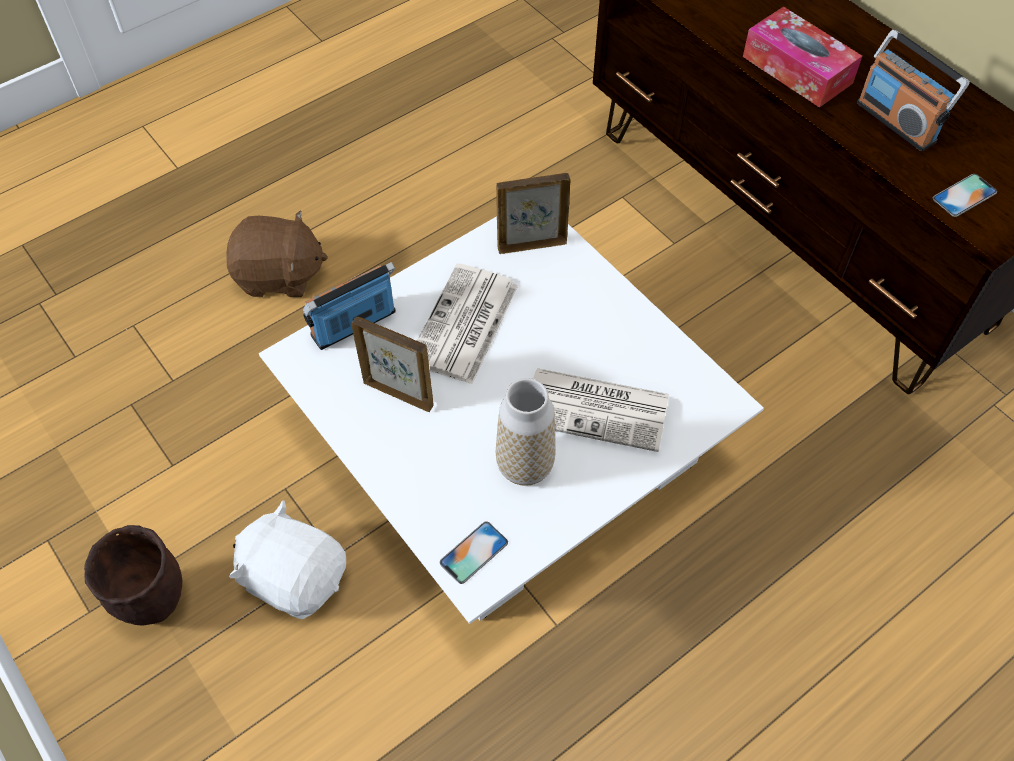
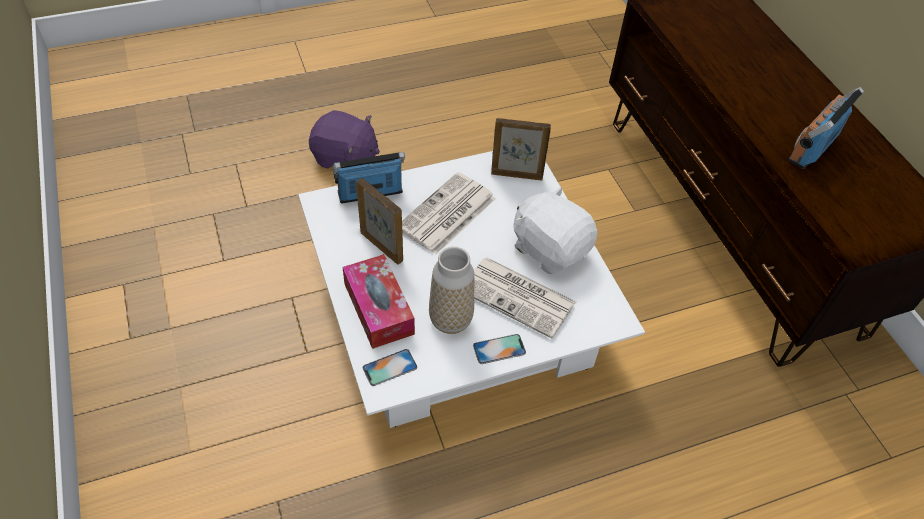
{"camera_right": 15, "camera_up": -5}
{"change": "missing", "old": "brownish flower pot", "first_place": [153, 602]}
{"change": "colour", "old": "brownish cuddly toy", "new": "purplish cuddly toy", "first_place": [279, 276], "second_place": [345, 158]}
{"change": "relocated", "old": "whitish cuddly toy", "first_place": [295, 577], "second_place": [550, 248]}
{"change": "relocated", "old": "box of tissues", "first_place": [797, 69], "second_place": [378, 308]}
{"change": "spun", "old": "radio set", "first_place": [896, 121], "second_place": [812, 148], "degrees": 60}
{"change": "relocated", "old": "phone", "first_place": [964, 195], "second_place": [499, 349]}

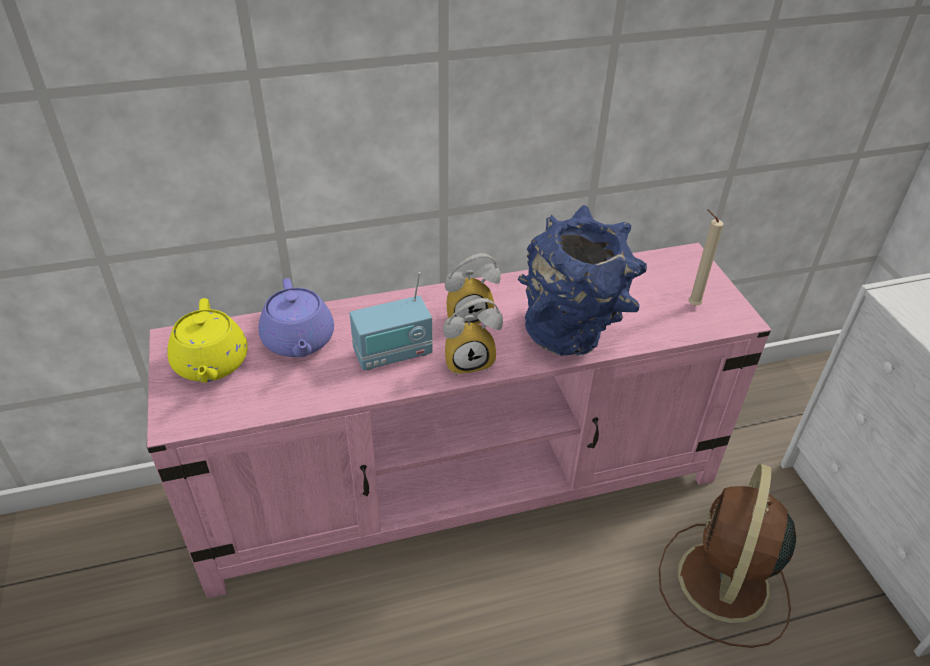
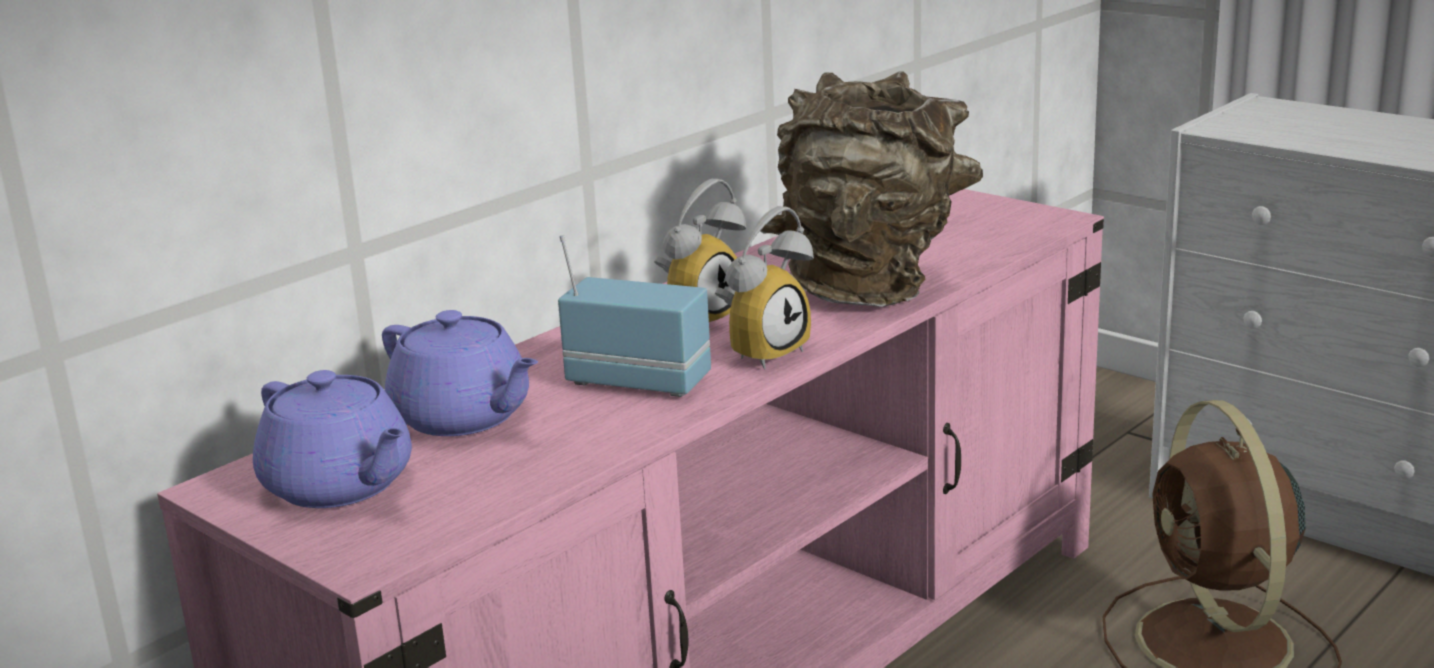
{"camera_right": -30, "camera_up": -20}
{"change": "colour", "old": "yellow teapot", "new": "purplish teapot", "first_place": [211, 364], "second_place": [340, 486]}
{"change": "spun", "old": "radio set", "first_place": [393, 354], "second_place": [639, 381], "degrees": -105}
{"change": "colour", "old": "blue flower vase", "new": "brownish flower vase", "first_place": [573, 334], "second_place": [871, 289]}
{"change": "missing", "old": "beige-coloured wax light", "first_place": [691, 304]}

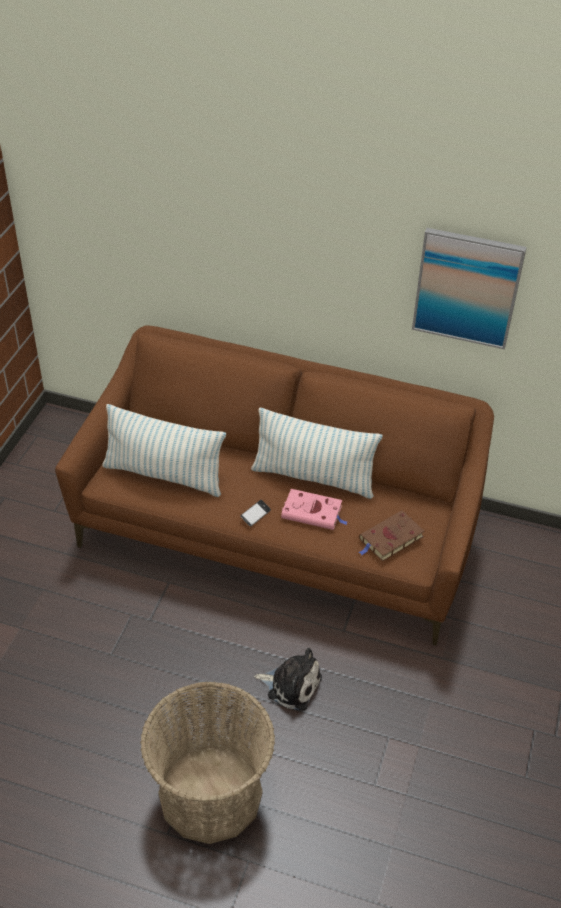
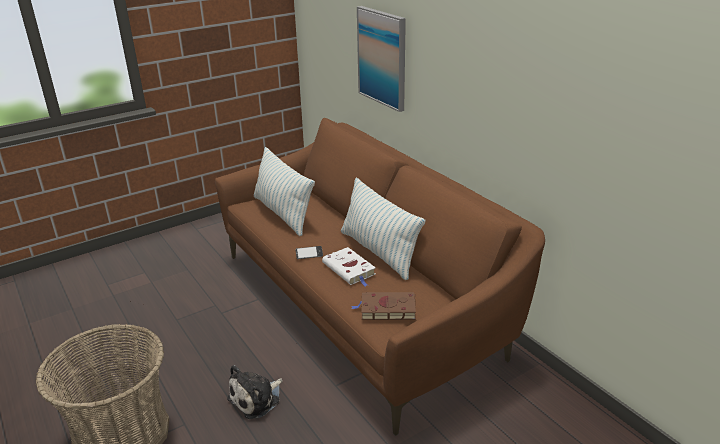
{"camera_right": 40, "camera_up": -15}
{"change": "spun", "old": "cuddly toy", "first_place": [291, 685], "second_place": [257, 399], "degrees": 75}
{"change": "colour", "old": "pink book", "new": "whitish book", "first_place": [313, 513], "second_place": [350, 270]}
{"change": "relocated", "old": "wall art", "first_place": [467, 287], "second_place": [382, 57]}

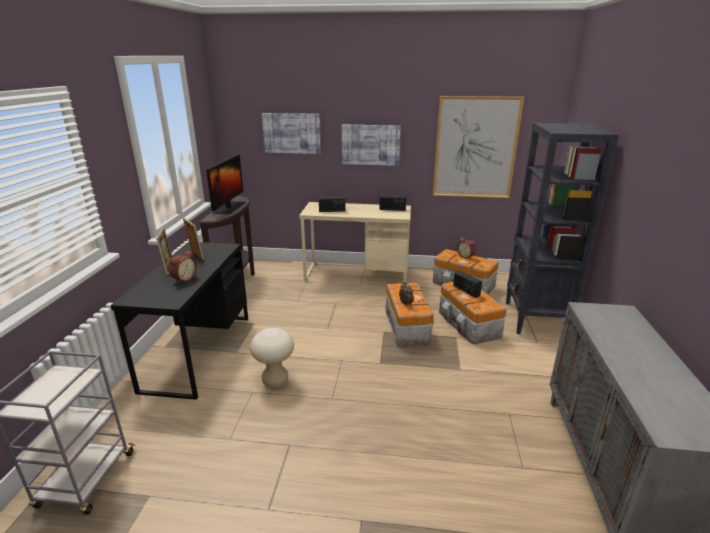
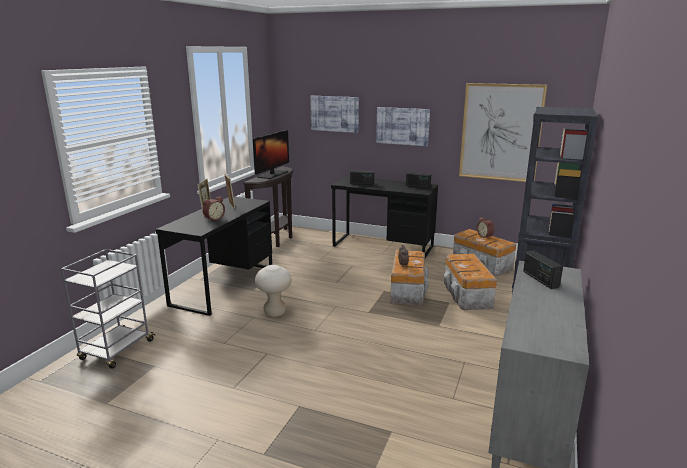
{"camera_right": 15, "camera_up": -5}
{"change": "colour", "old": "beige-coloured desk table", "new": "blackish desk table", "first_place": [357, 274], "second_place": [383, 246]}
{"change": "relocated", "old": "radio set", "first_place": [466, 291], "second_place": [540, 279]}

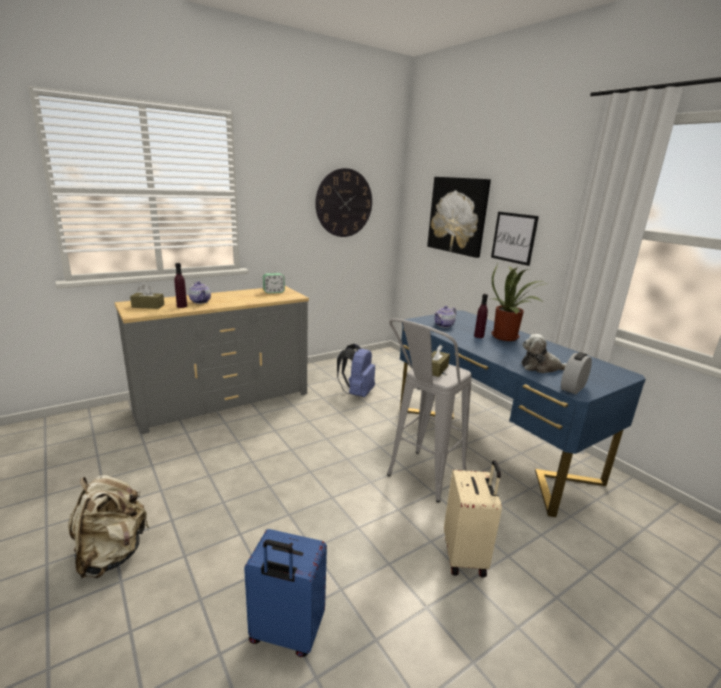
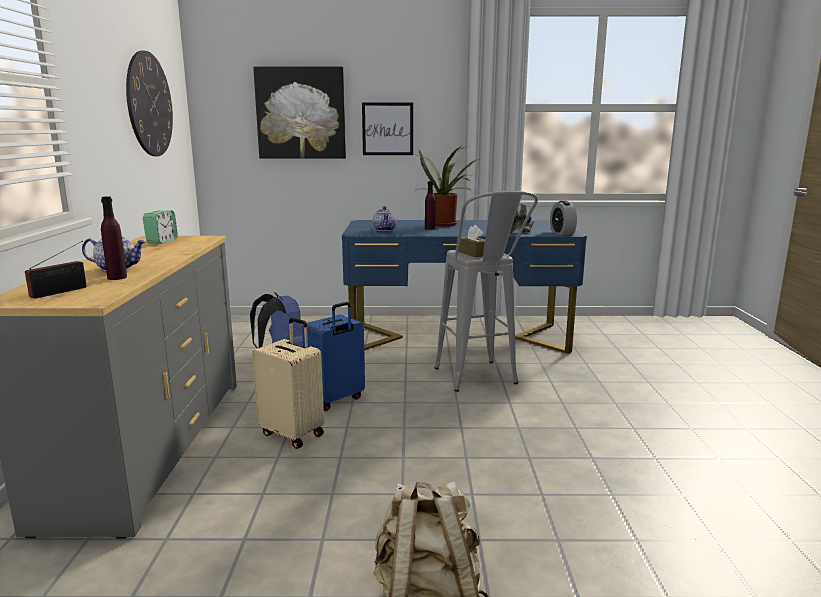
{"camera_right": -55, "camera_up": -5}
{"change": "exchanged", "old": "brownish box of tissues", "new": "radio set", "first_place": [148, 306], "second_place": [62, 291]}
{"change": "relocated", "old": "blue travel case", "first_place": [286, 633], "second_place": [336, 400]}
{"change": "relocated", "old": "beige-coloured travel case", "first_place": [465, 556], "second_place": [293, 434]}

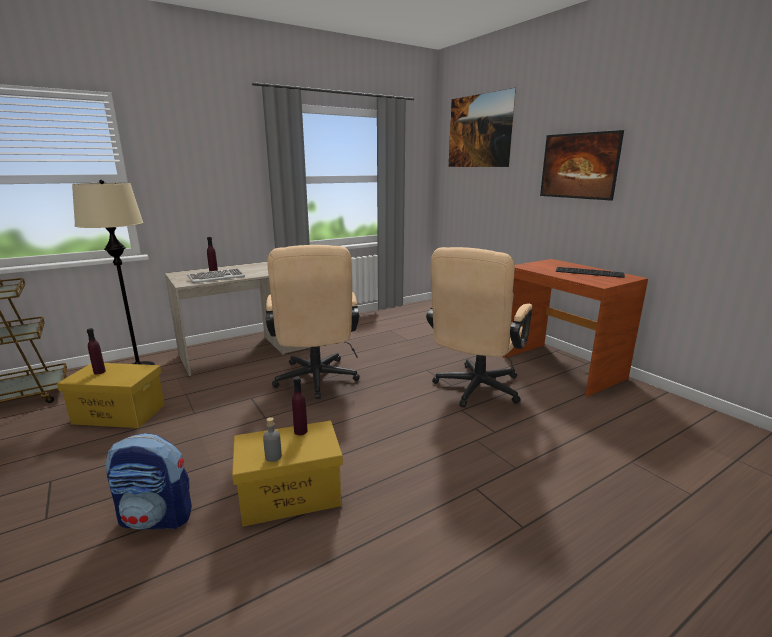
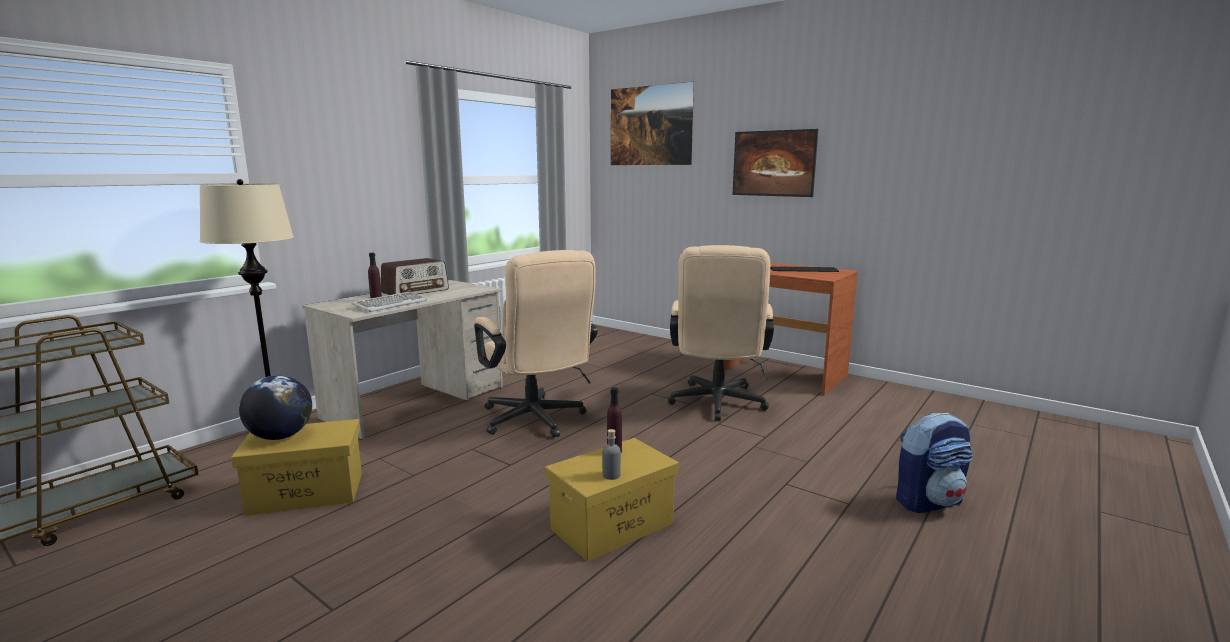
{"camera_right": -20, "camera_up": -5}
{"change": "exchanged", "old": "purplish bottle", "new": "world globe", "first_place": [99, 372], "second_place": [280, 436]}
{"change": "relocated", "old": "rucksack", "first_place": [157, 517], "second_place": [928, 501]}
{"change": "appeared", "new": "radio set", "second_place": [416, 291]}

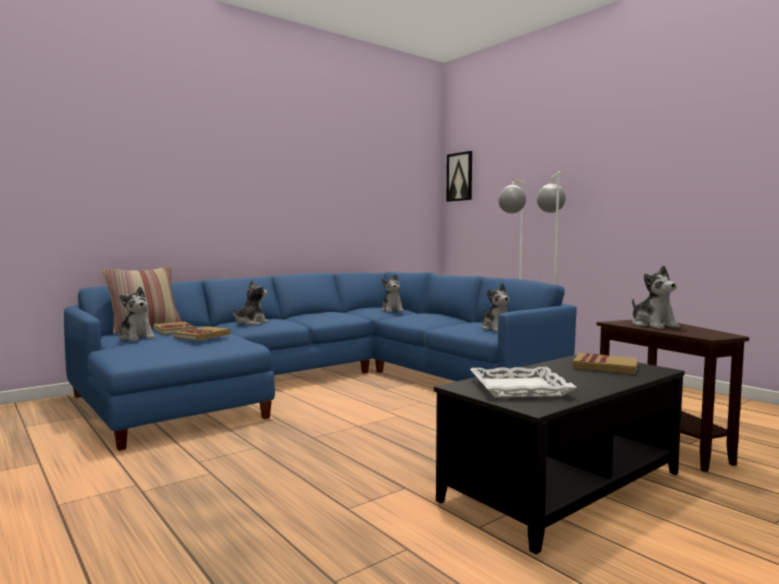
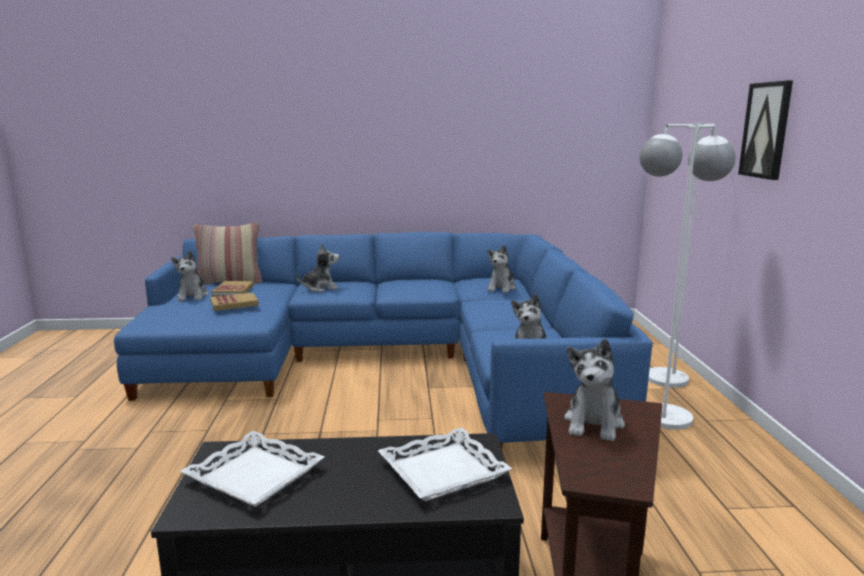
{"camera_right": 35, "camera_up": 10}
{"change": "relocated", "old": "wall art", "first_place": [460, 177], "second_place": [766, 130]}
{"change": "exchanged", "old": "book", "new": "whitish carrying tray", "first_place": [605, 366], "second_place": [442, 470]}

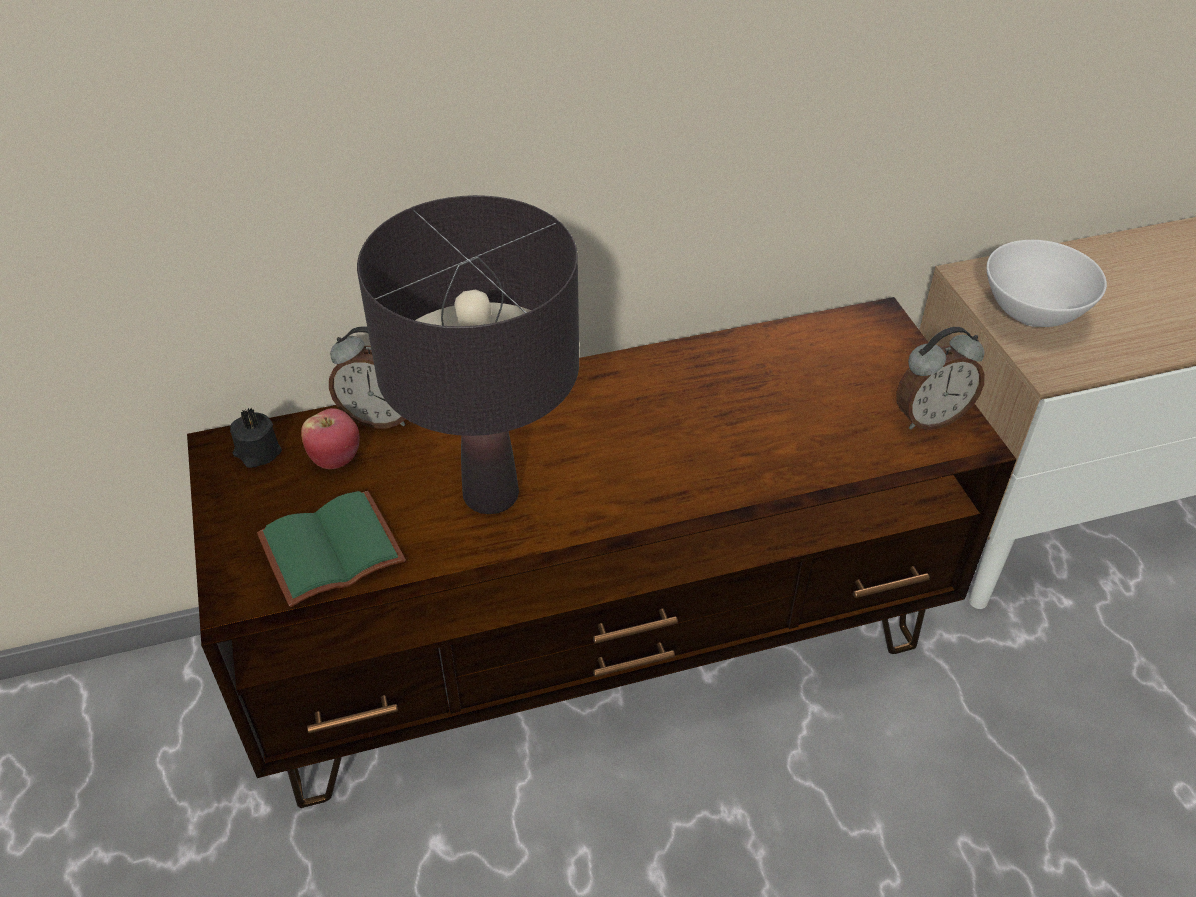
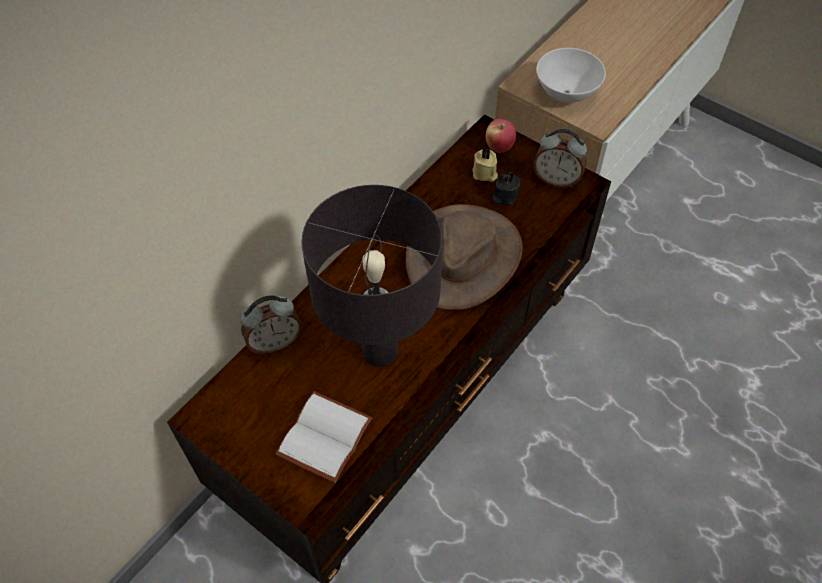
{"camera_right": -35, "camera_up": 10}
{"change": "relocated", "old": "blackish wax light", "first_place": [257, 452], "second_place": [504, 196]}
{"change": "colour", "old": "green-coloured book", "new": "whitish book", "first_place": [330, 553], "second_place": [326, 439]}
{"change": "relocated", "old": "apple fruit", "first_place": [336, 459], "second_place": [499, 147]}
{"change": "spun", "old": "alarm clock", "first_place": [929, 417], "second_place": [556, 179], "degrees": 75}
{"change": "appeared", "new": "brownish hat", "second_place": [463, 257]}
{"change": "appeared", "new": "beige-coloured wax light", "second_place": [485, 174]}

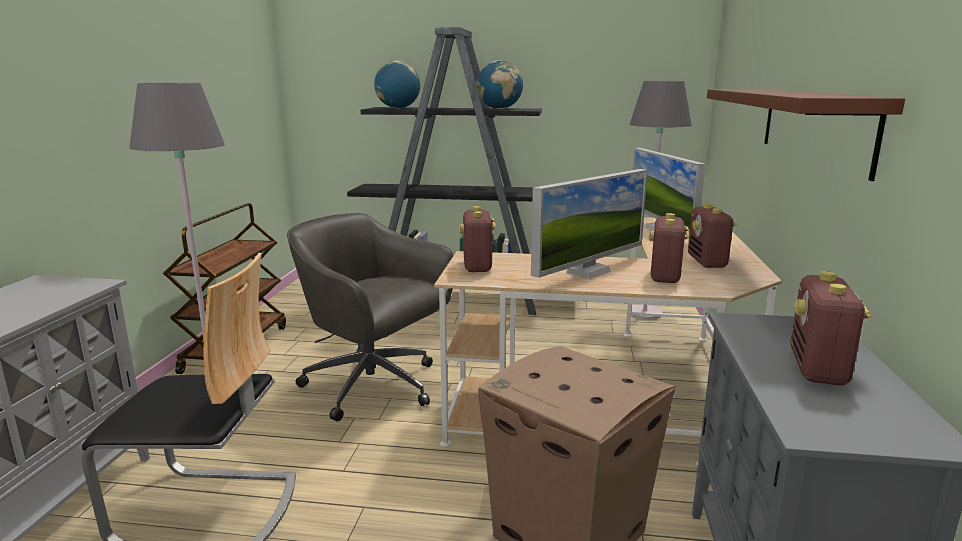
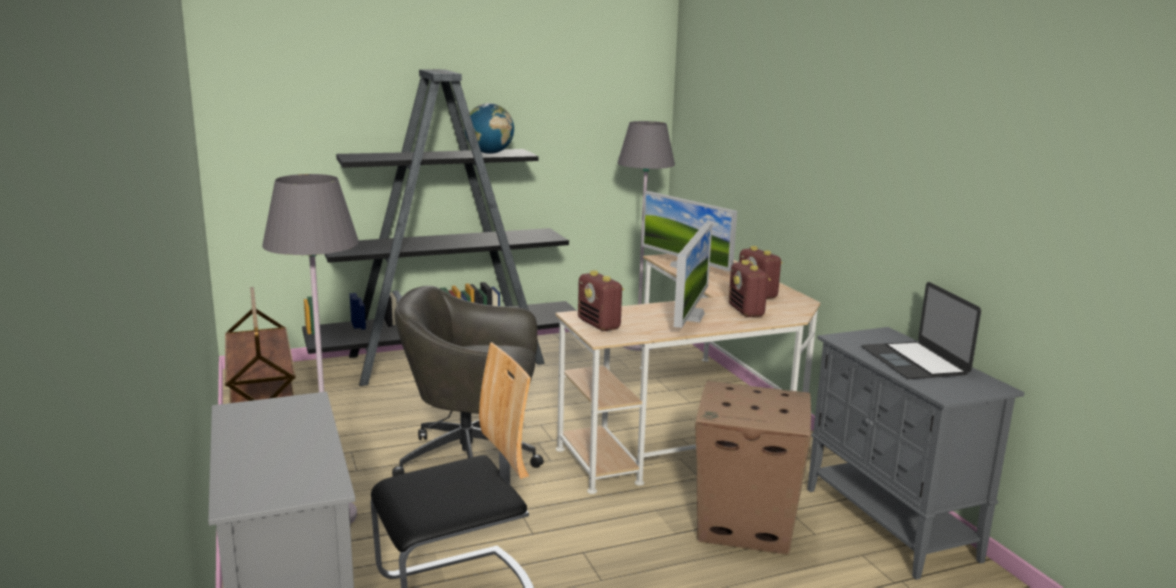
{"camera_right": -30, "camera_up": 0}
{"change": "missing", "old": "world globe", "first_place": [398, 108]}
{"change": "missing", "old": "brownish shelf", "first_place": [813, 125]}
{"change": "exchanged", "old": "radio set", "new": "notebook computer", "first_place": [818, 369], "second_place": [914, 361]}

